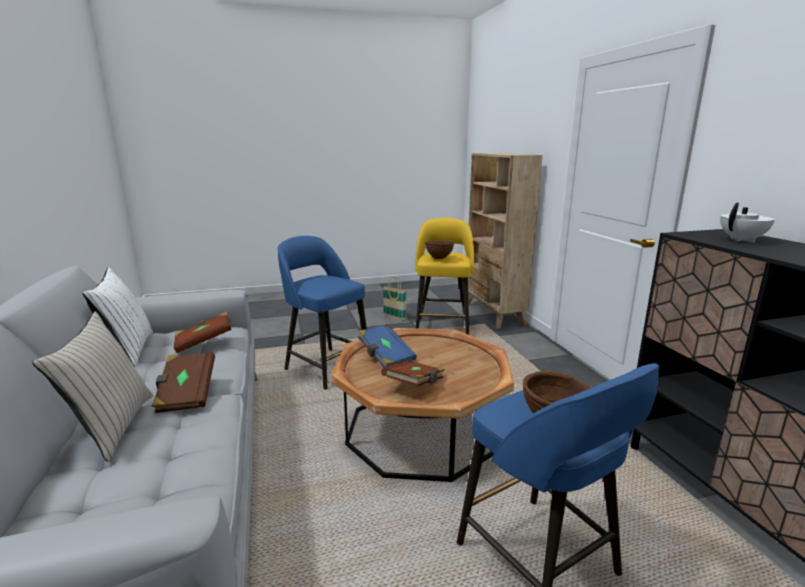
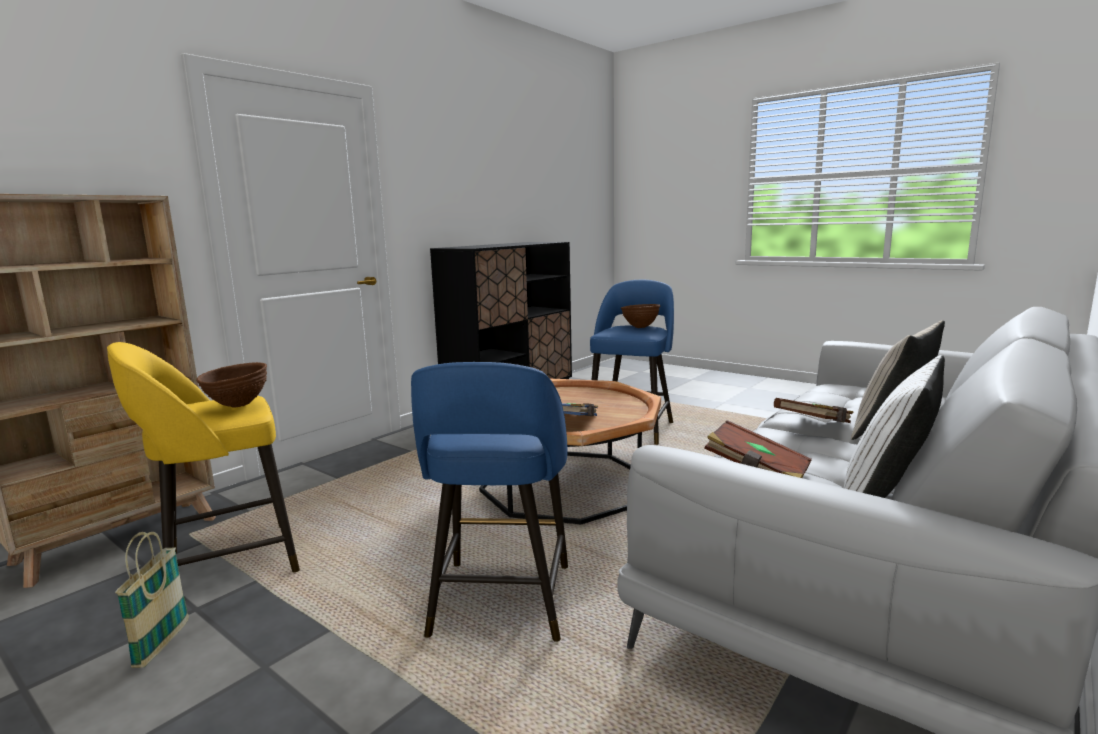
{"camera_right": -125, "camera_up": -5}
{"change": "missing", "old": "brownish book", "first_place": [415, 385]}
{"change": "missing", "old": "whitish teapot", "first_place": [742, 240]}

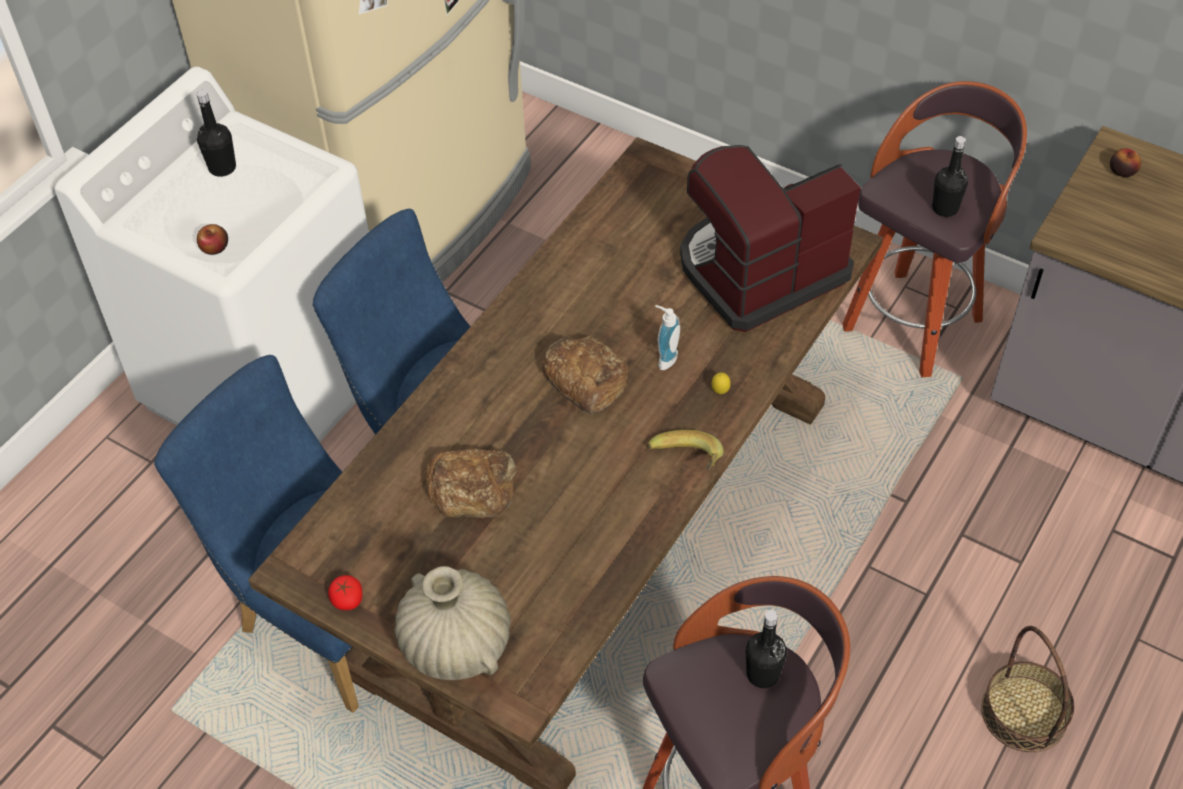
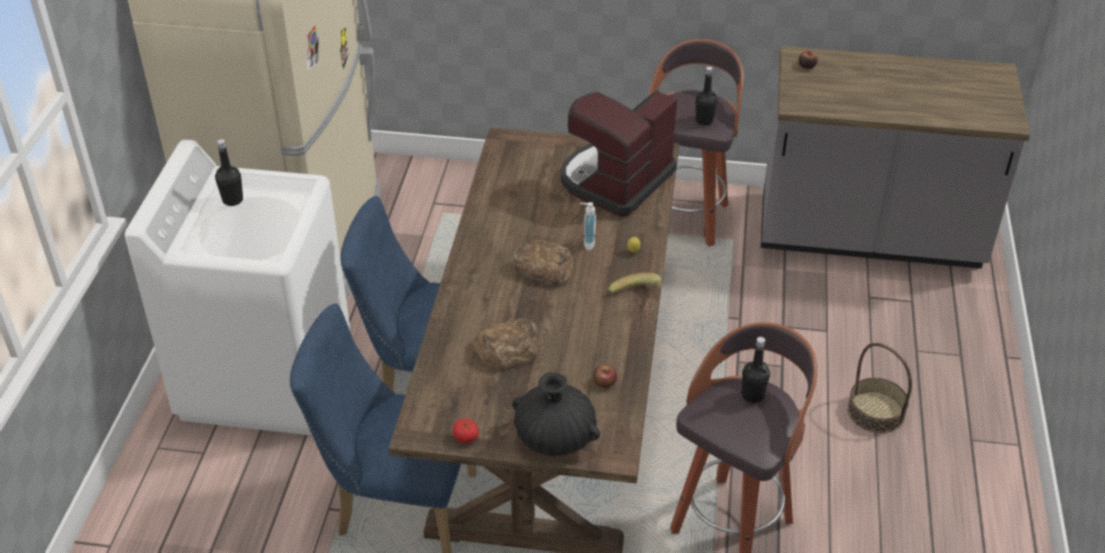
{"camera_right": -25, "camera_up": -10}
{"change": "relocated", "old": "apple fruit", "first_place": [215, 248], "second_place": [604, 382]}
{"change": "colour", "old": "beige-coloured flower vase", "new": "blackish flower vase", "first_place": [455, 644], "second_place": [555, 438]}

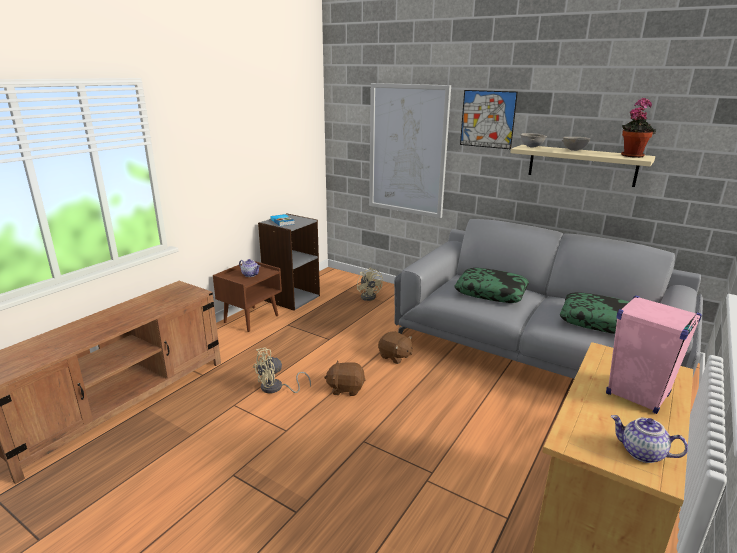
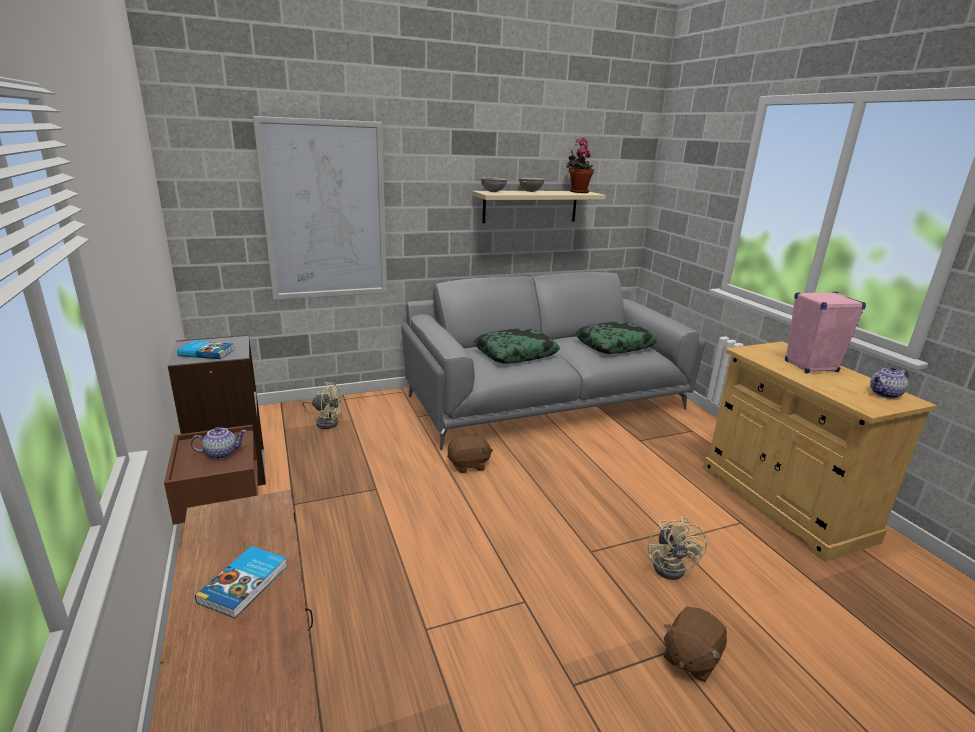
{"camera_right": -55, "camera_up": 0}
{"change": "relocated", "old": "beige-coloured cooling fan", "first_place": [276, 388], "second_place": [673, 566]}
{"change": "relocated", "old": "brownish cuddly toy", "first_place": [345, 388], "second_place": [690, 657]}
{"change": "missing", "old": "wall art", "first_place": [487, 119]}
{"change": "appeared", "new": "book", "second_place": [245, 584]}

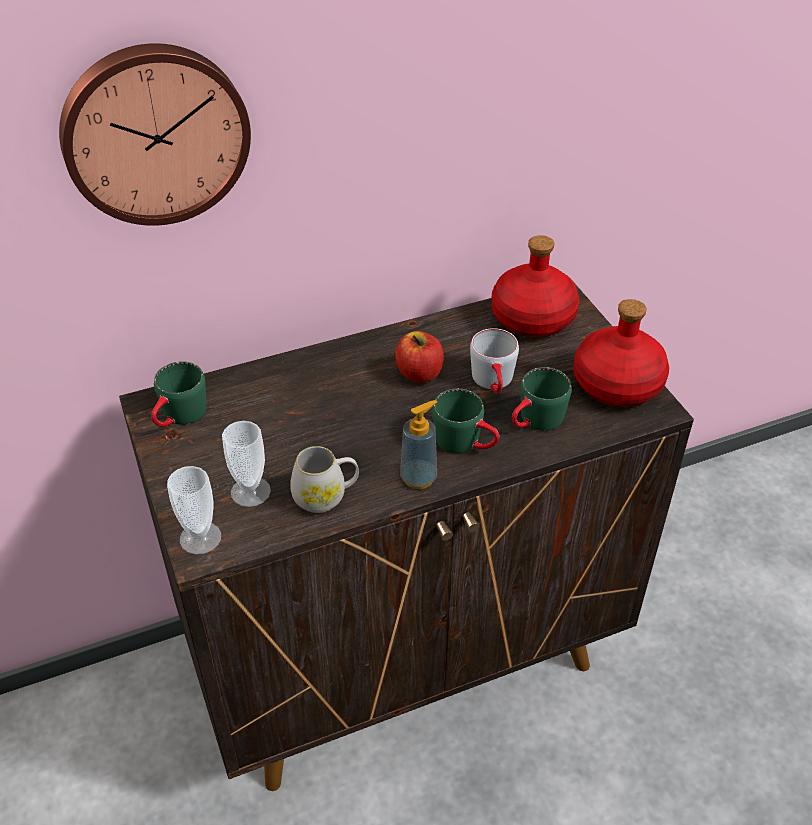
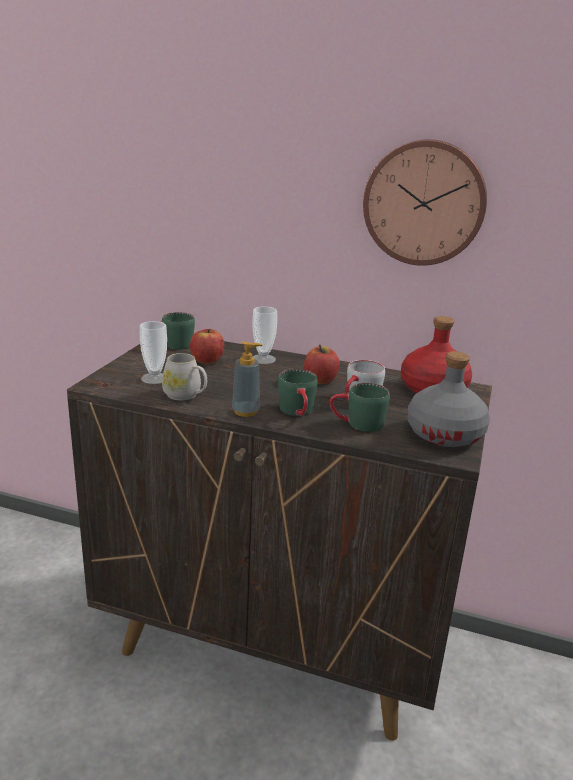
{"camera_right": 40, "camera_up": -20}
{"change": "relocated", "old": "clock on the wall", "first_place": [155, 133], "second_place": [424, 203]}
{"change": "relocated", "old": "drinking cup", "first_place": [200, 538], "second_place": [263, 359]}
{"change": "colour", "old": "red-coloured bottle", "new": "gray bottle", "first_place": [616, 383], "second_place": [445, 434]}
{"change": "appeared", "new": "apple fruit", "second_place": [207, 360]}

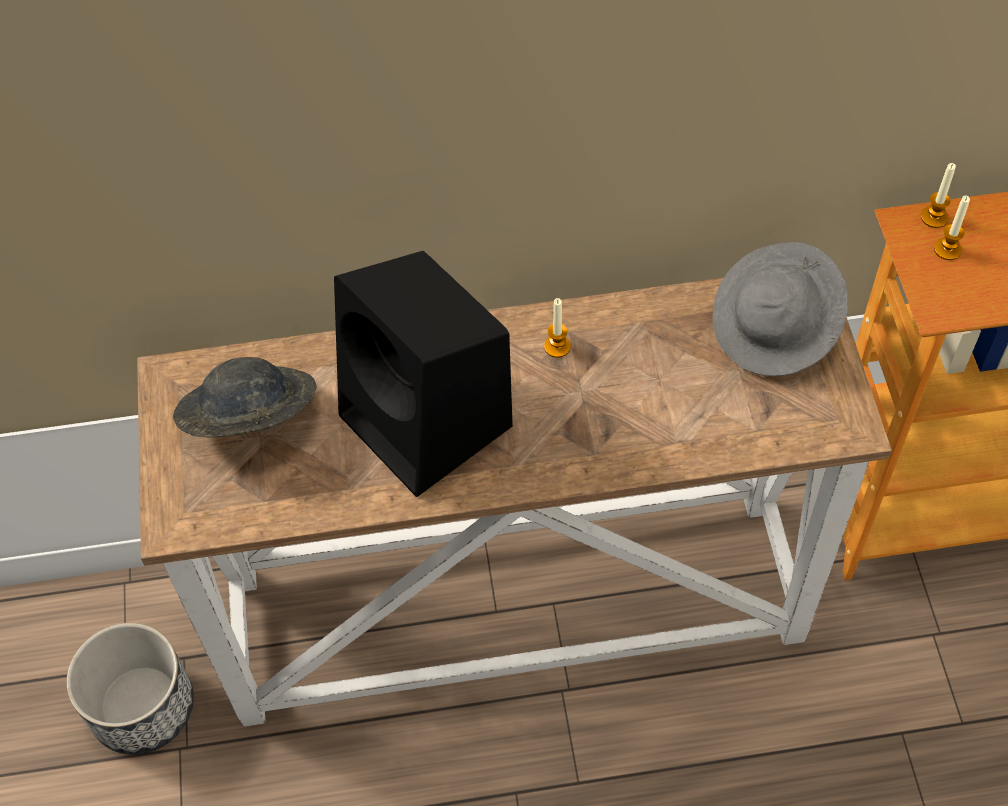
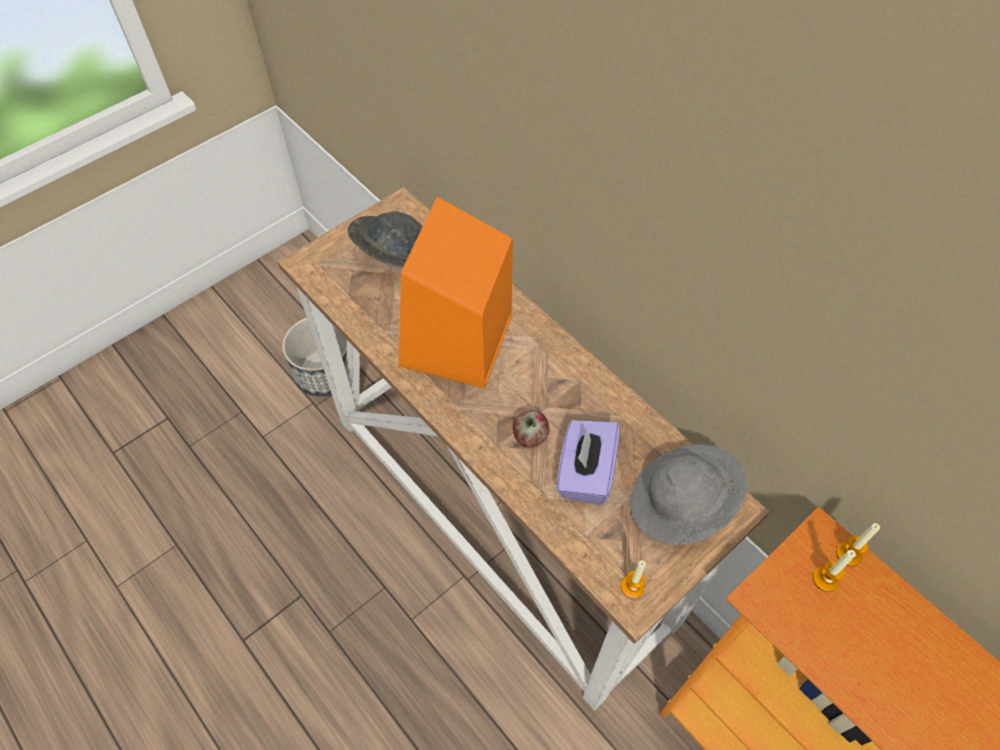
{"camera_right": 55, "camera_up": 0}
{"change": "colour", "old": "blackish loudspeaker", "new": "orangey loudspeaker", "first_place": [429, 423], "second_place": [456, 344]}
{"change": "relocated", "old": "wax light", "first_place": [557, 347], "second_place": [632, 587]}
{"change": "appeared", "new": "apple fruit", "second_place": [530, 437]}
{"change": "appeared", "new": "purplish box of tissues", "second_place": [585, 473]}

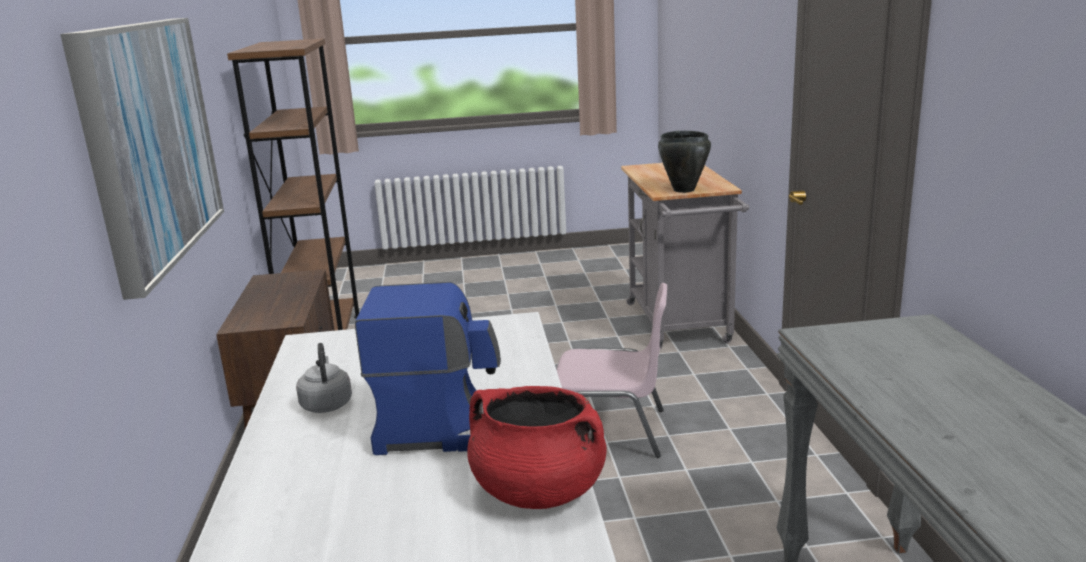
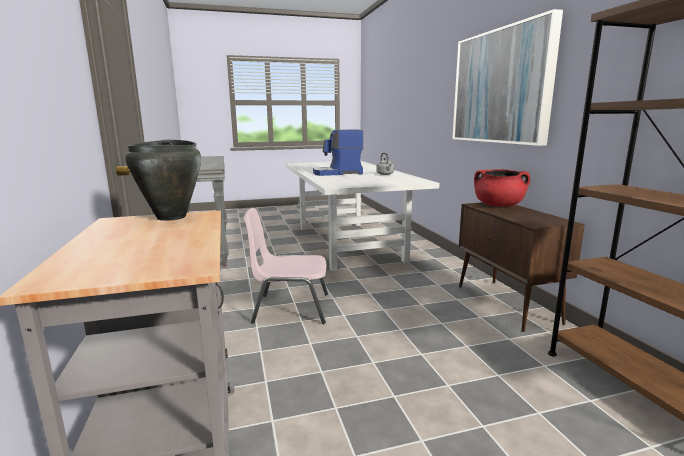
{"camera_right": 170, "camera_up": -5}
{"change": "relocated", "old": "red-coloured cooking pot", "first_place": [538, 491], "second_place": [498, 205]}

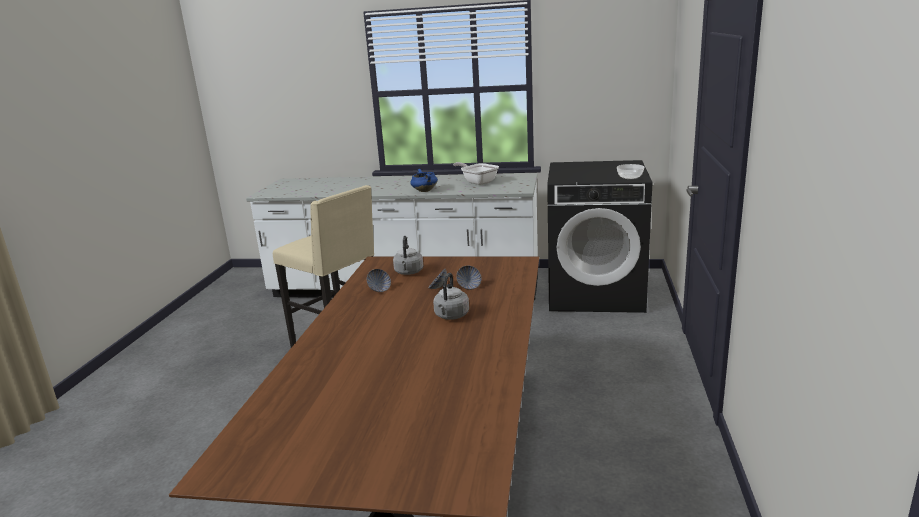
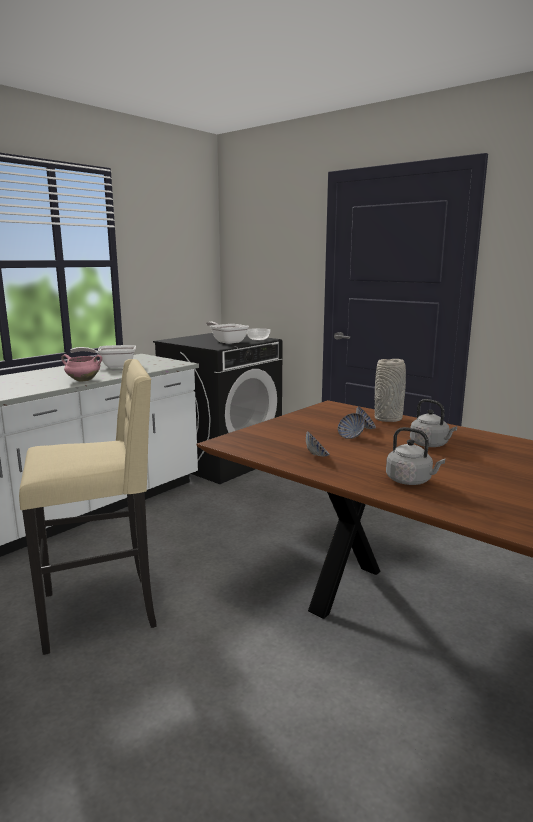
{"camera_right": -60, "camera_up": -5}
{"change": "relocated", "old": "gray kettle", "first_place": [408, 272], "second_place": [411, 481]}
{"change": "colour", "old": "blue cooking pot", "new": "pink cooking pot", "first_place": [424, 191], "second_place": [83, 380]}
{"change": "appeared", "new": "pan", "second_place": [227, 342]}
{"change": "appeared", "new": "gray flower vase", "second_place": [388, 419]}

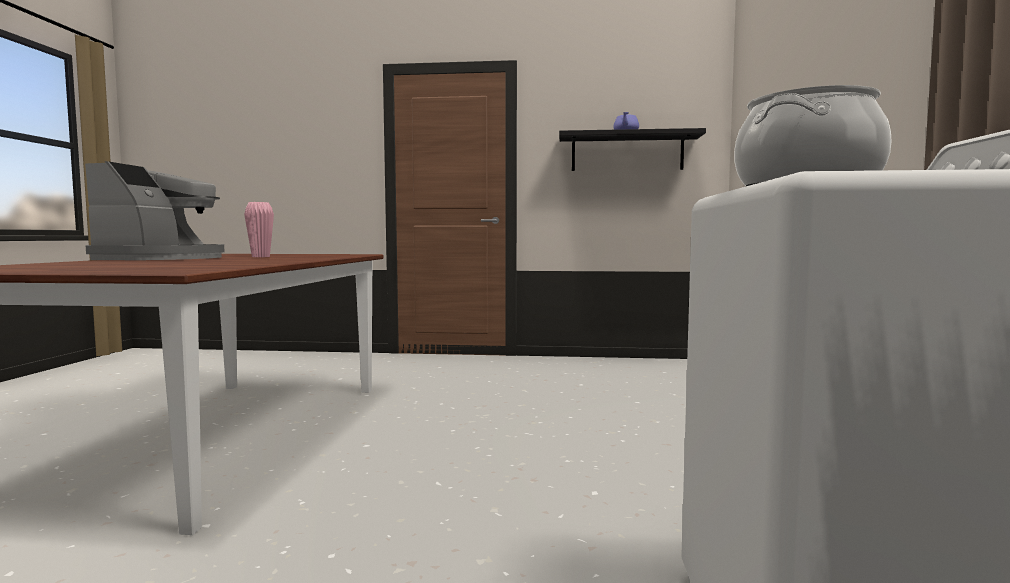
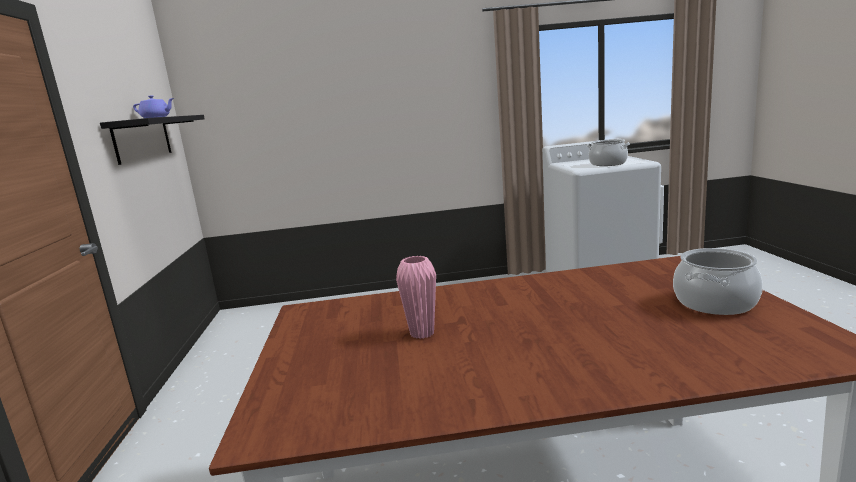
{"camera_right": -100, "camera_up": 10}
{"change": "missing", "old": "coffee machine", "first_place": [163, 258]}
{"change": "appeared", "new": "cooking pot", "second_place": [715, 303]}

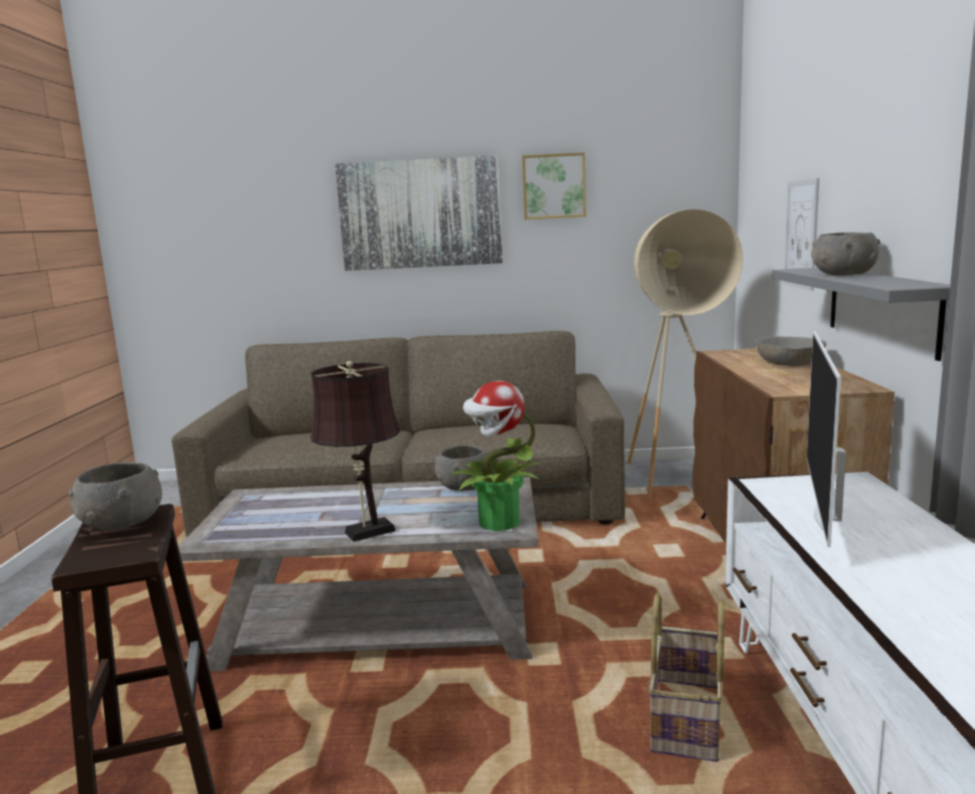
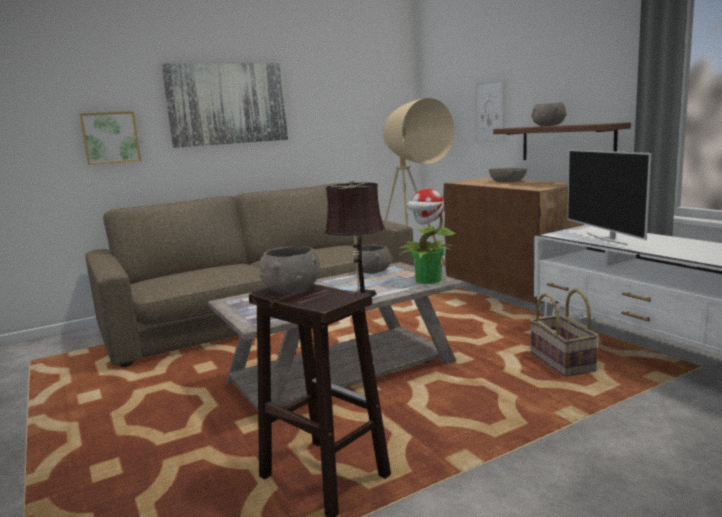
{"camera_right": -30, "camera_up": 0}
{"change": "relocated", "old": "wall art", "first_place": [553, 186], "second_place": [110, 137]}
{"change": "colour", "old": "gray shelf", "new": "brownish shelf", "first_place": [881, 308], "second_place": [566, 143]}

